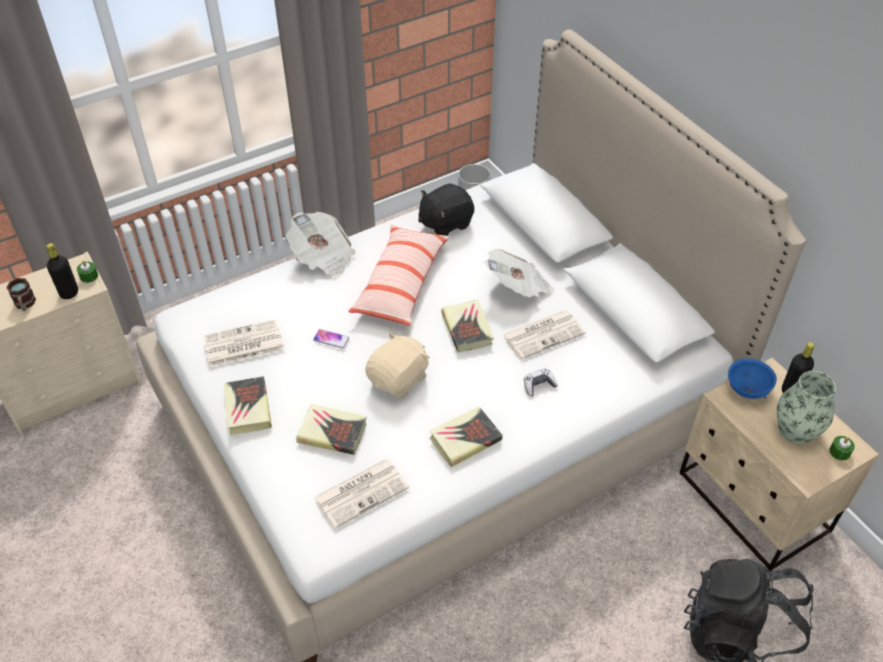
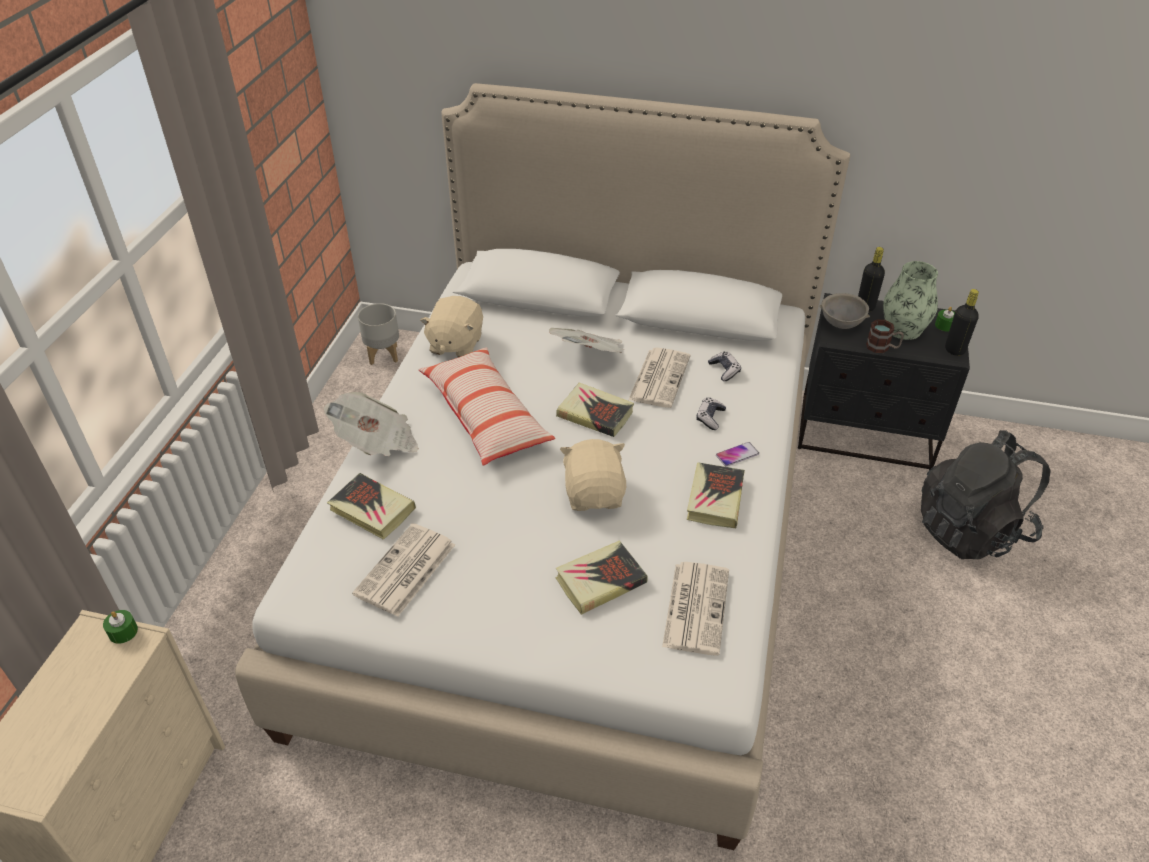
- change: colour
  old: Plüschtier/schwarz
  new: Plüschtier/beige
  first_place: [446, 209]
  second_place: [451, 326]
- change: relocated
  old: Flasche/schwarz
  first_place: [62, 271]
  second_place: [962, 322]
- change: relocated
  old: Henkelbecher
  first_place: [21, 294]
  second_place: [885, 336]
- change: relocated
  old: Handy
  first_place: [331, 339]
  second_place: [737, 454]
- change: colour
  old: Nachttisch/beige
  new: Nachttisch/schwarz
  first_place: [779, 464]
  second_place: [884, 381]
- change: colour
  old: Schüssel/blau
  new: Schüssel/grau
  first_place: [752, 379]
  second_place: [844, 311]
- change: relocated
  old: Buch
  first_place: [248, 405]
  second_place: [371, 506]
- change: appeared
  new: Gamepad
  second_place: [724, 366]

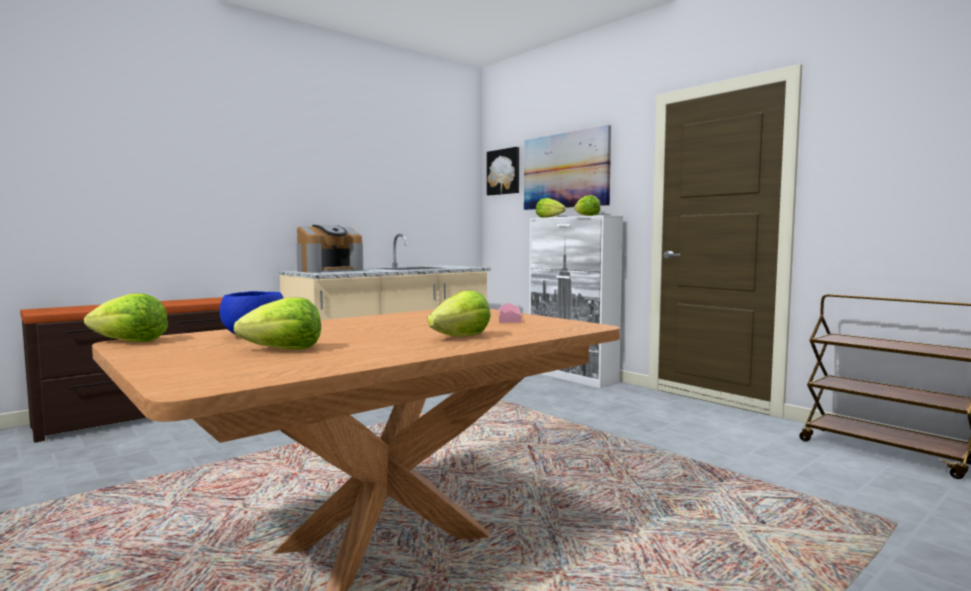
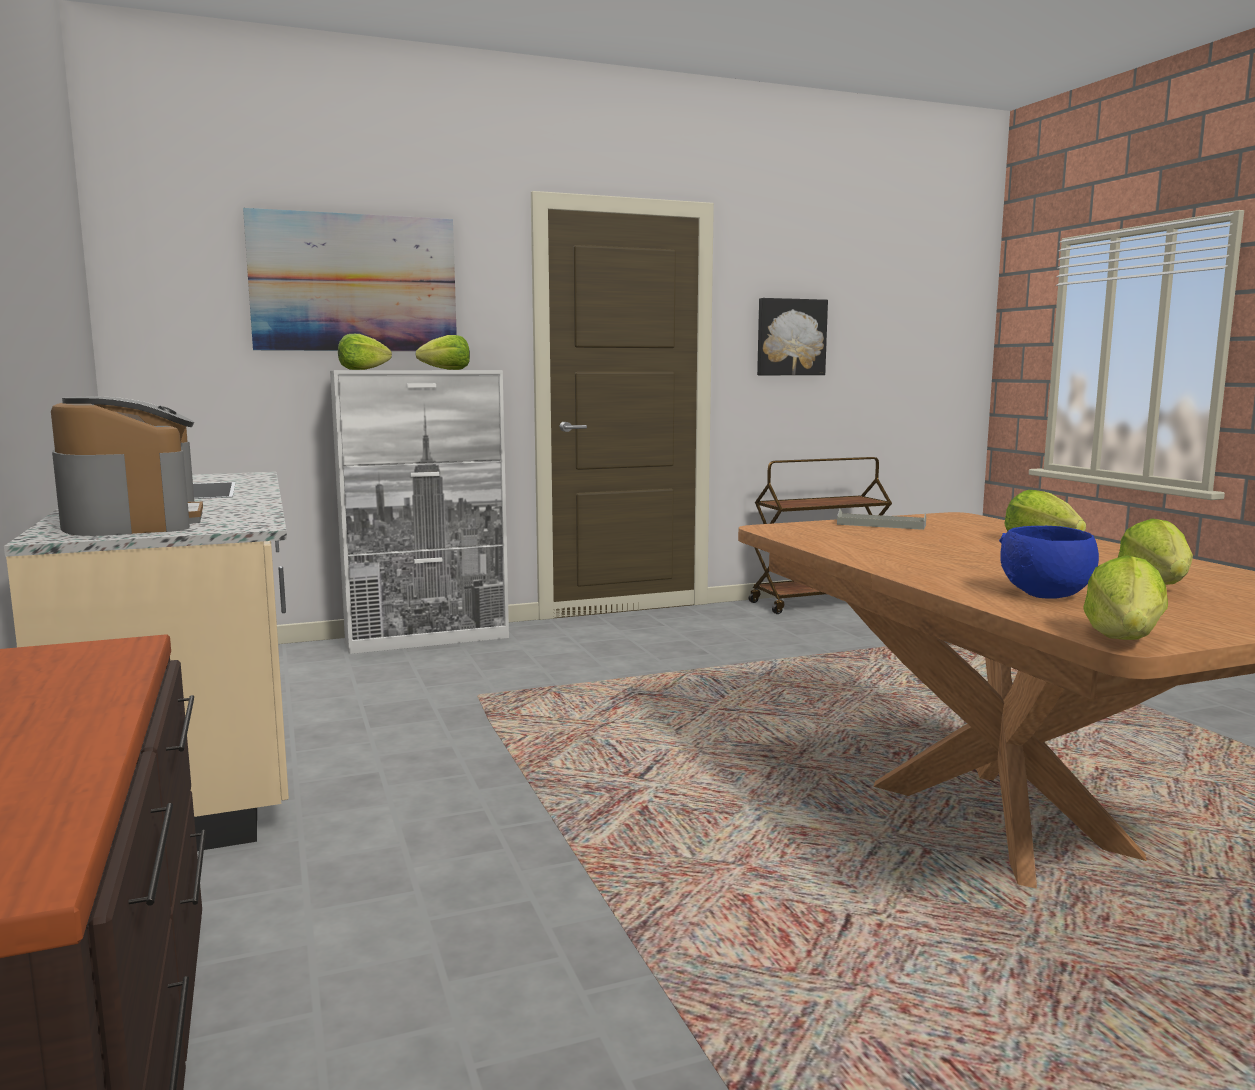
- change: relocated
  old: Bild
  first_place: [503, 171]
  second_place: [792, 336]
- change: colour
  old: Tablett/rosa
  new: Tablett/grau
  first_place: [510, 313]
  second_place: [881, 519]

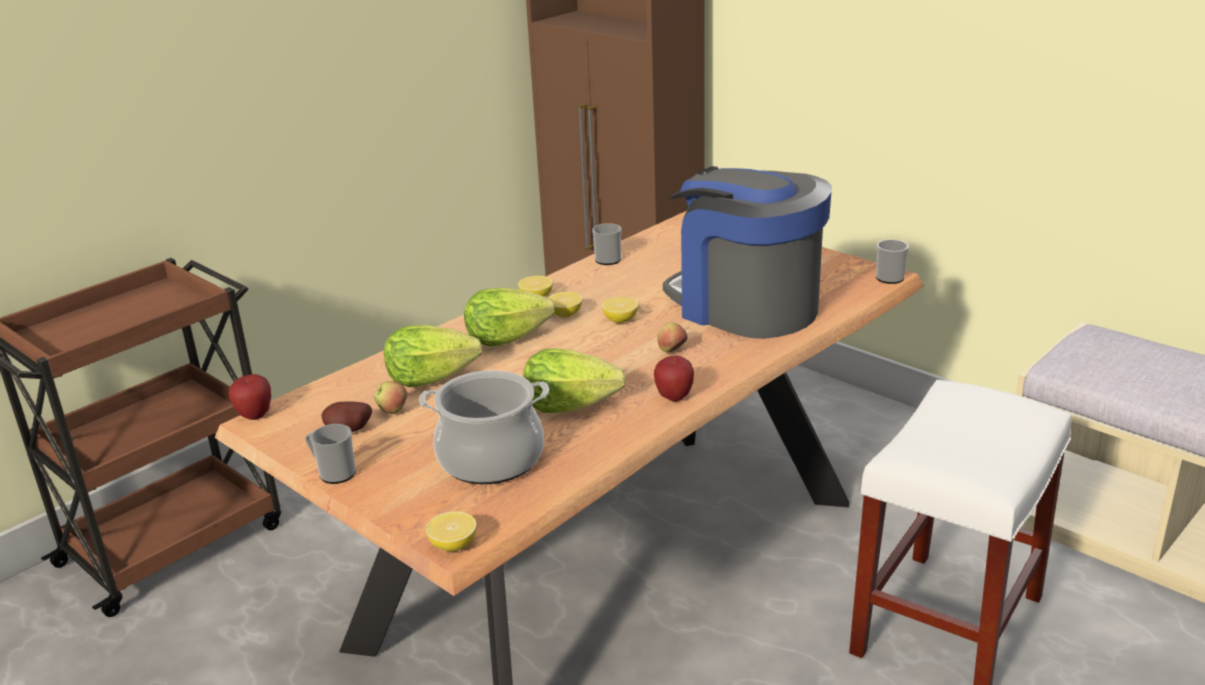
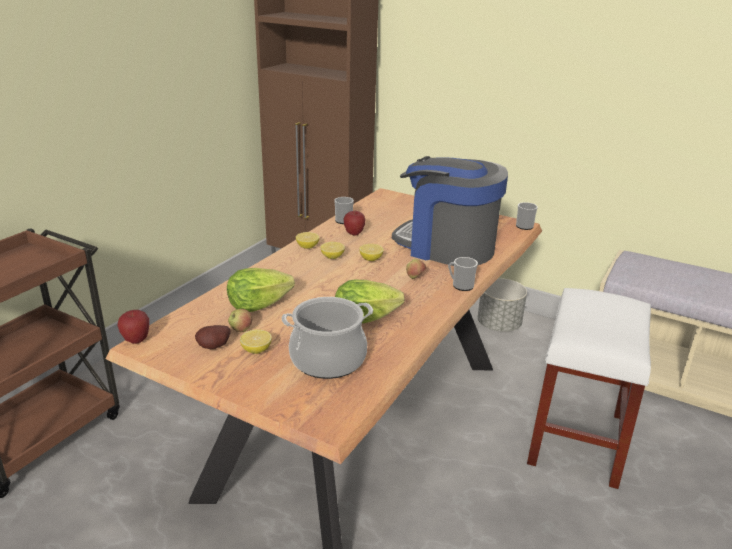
- change: missing
  old: Salatkopf
  first_place: [509, 317]
- change: relocated
  old: Apfel
  first_place: [674, 378]
  second_place: [355, 223]
- change: relocated
  old: Henkelbecher
  first_place: [330, 454]
  second_place: [463, 274]
- change: relocated
  old: Zitrone
  first_place: [451, 531]
  second_place: [256, 342]
- change: appeared
  new: Pflanzkübel/grau
  second_place: [502, 305]

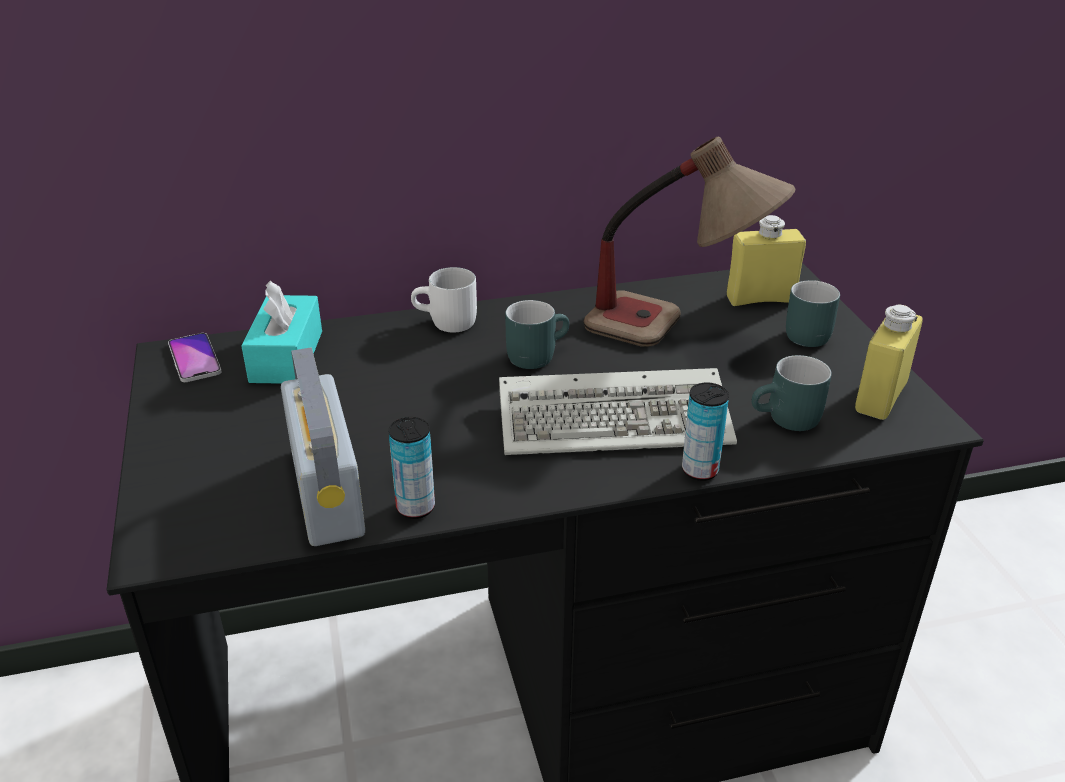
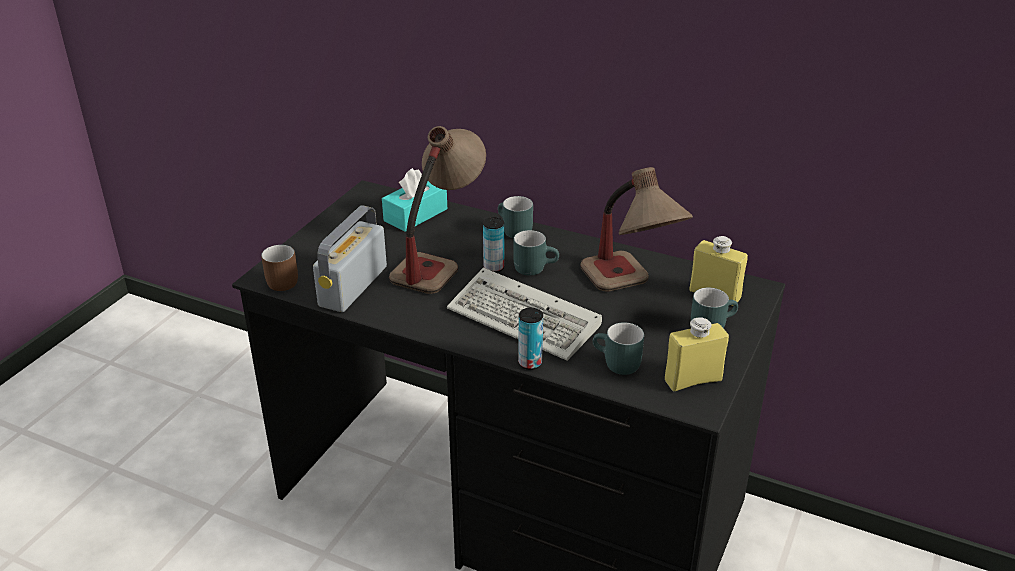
- change: colour
  old: Henkelbecher/weiß
  new: Henkelbecher/türkis
  first_place: [444, 300]
  second_place: [515, 217]
- change: missing
  old: Handy
  first_place: [195, 357]
- change: relocated
  old: Dose
  first_place: [411, 468]
  second_place: [493, 245]
- change: appeared
  new: Tischlampe
  second_place: [437, 210]
- change: appeared
  new: Henkelbecher/braun
  second_place: [279, 268]

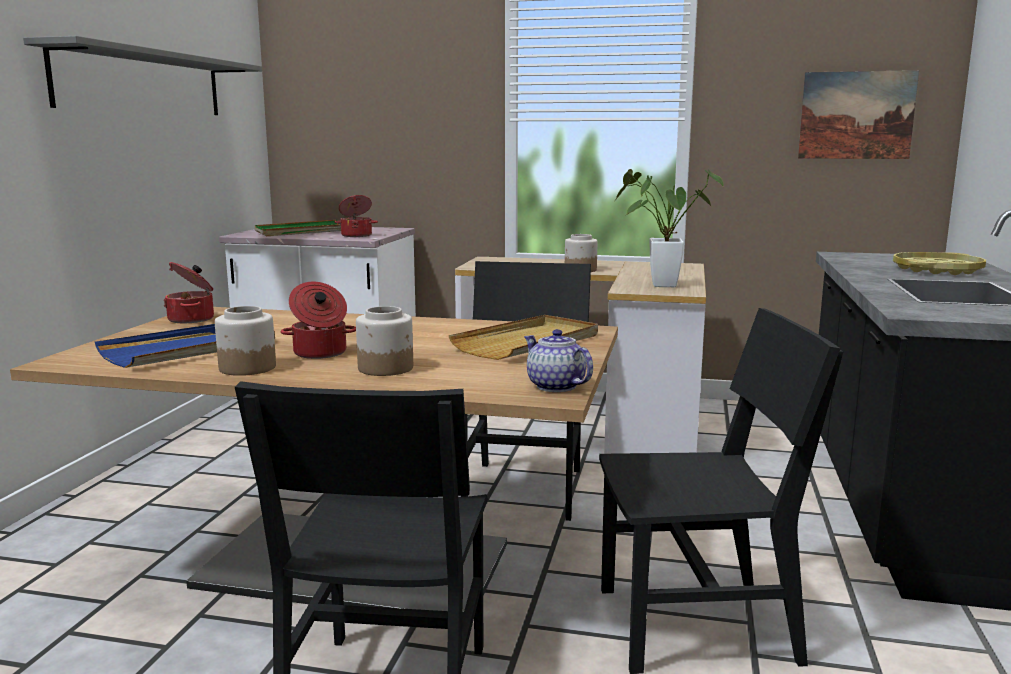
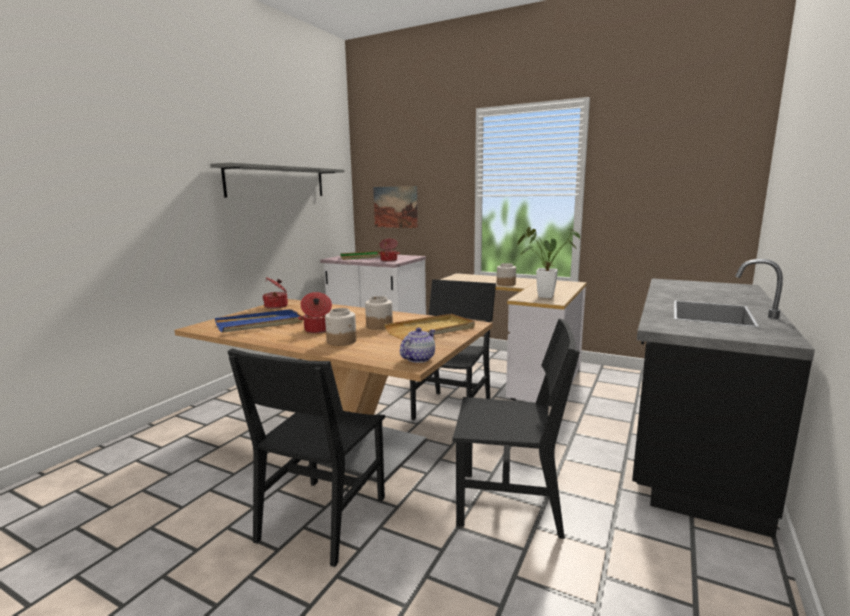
- change: relocated
  old: Bild
  first_place: [858, 114]
  second_place: [395, 207]
- change: missing
  old: Tablett/gelb
  first_place: [939, 263]
- change: relocated
  old: Vorratsglas
  first_place: [245, 341]
  second_place: [379, 313]
- change: spun
  old: Teekanne
  first_place: [558, 360]
  second_place: [417, 345]
  degrees: 60

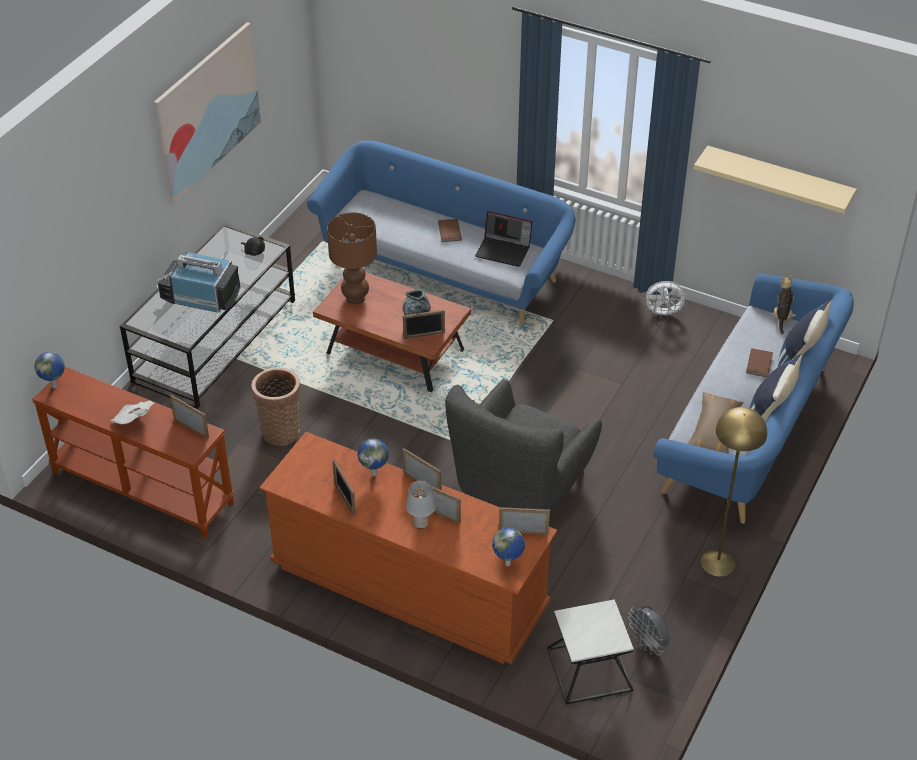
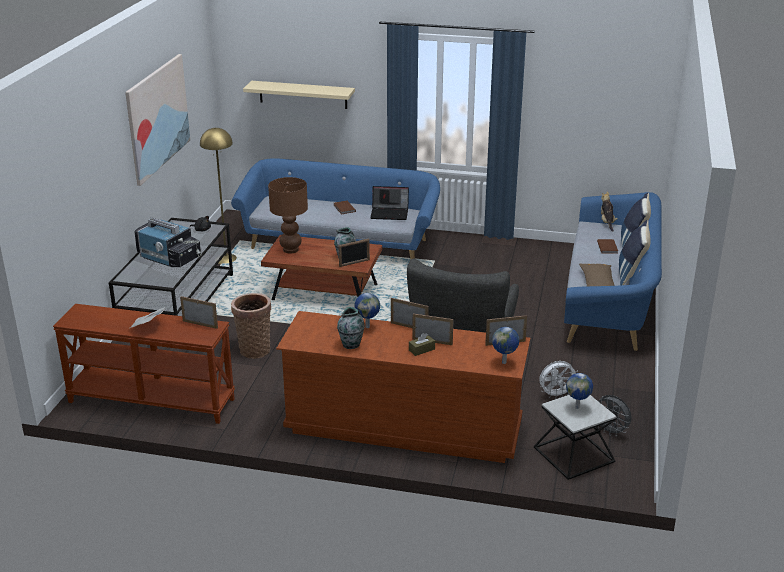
- change: relocated
  old: Wandregal/beige
  first_place: [775, 180]
  second_place: [299, 95]
- change: spun
  old: Fernseher
  first_place: [198, 282]
  second_place: [168, 242]
  degrees: -150
- change: relocated
  old: Ventilator/weiß
  first_place: [666, 299]
  second_place: [558, 380]
- change: relocated
  old: Globus
  first_place: [49, 370]
  second_place: [579, 391]
- change: relocated
  old: Stehlampe/gelb
  first_place: [734, 492]
  second_place: [218, 196]
- change: exchanged
  old: Bilderrahmen
  new: Vase
  first_place: [344, 487]
  second_place: [351, 328]
- change: exchanged
  old: Tischlampe/grau
  new: Taschentuchbox/braun
  first_place: [421, 505]
  second_place: [422, 344]

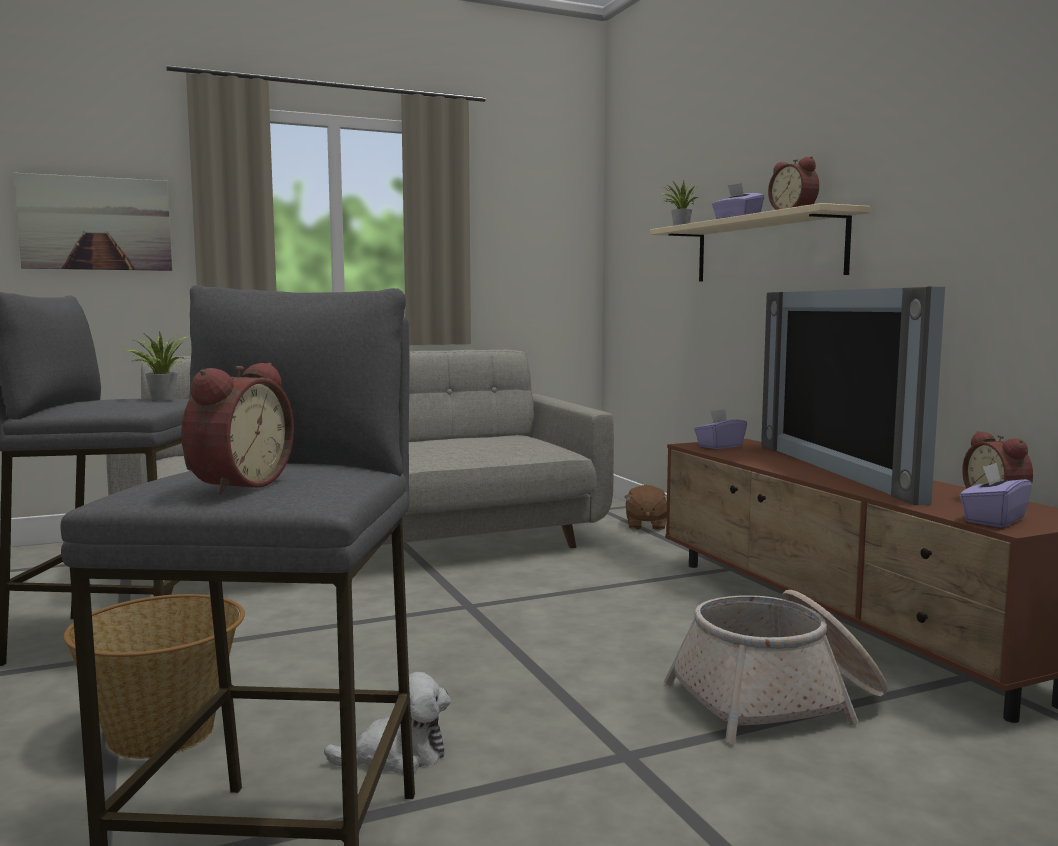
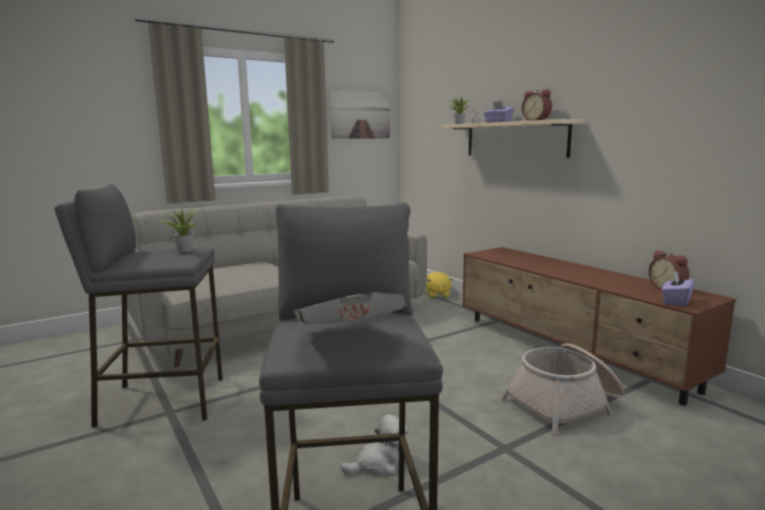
- change: relocated
  old: Bild
  first_place: [93, 222]
  second_place: [360, 114]
- change: missing
  old: Fernseher
  first_place: [853, 396]
- change: exchanged
  old: Wecker
  new: Zeitung
  first_place: [237, 429]
  second_place: [350, 308]
- change: missing
  old: Taschentuchbox/lila
  first_place: [720, 429]
- change: colour
  old: Plüschtier/braun
  new: Plüschtier/gelb
  first_place: [645, 507]
  second_place: [439, 285]
- change: missing
  old: Korb
  first_place: [154, 676]

